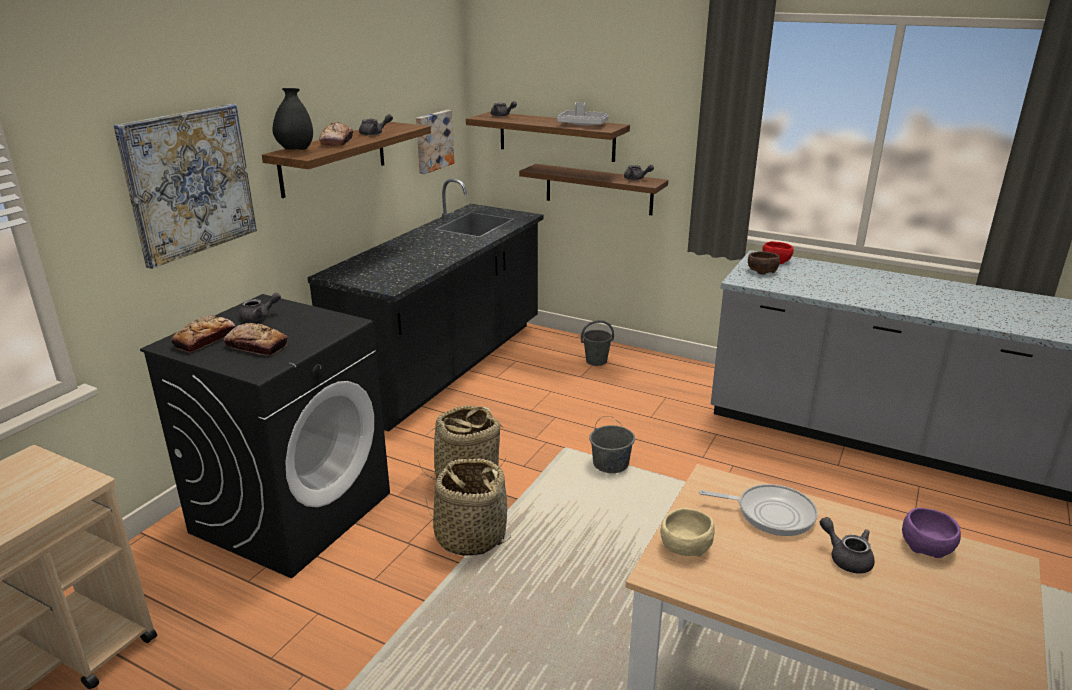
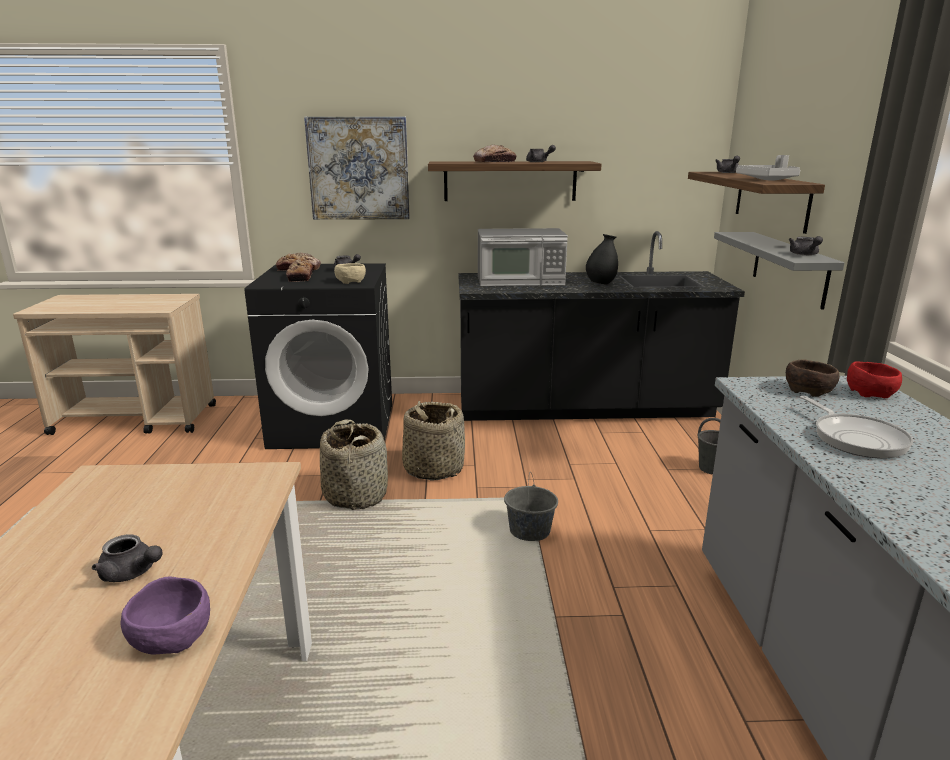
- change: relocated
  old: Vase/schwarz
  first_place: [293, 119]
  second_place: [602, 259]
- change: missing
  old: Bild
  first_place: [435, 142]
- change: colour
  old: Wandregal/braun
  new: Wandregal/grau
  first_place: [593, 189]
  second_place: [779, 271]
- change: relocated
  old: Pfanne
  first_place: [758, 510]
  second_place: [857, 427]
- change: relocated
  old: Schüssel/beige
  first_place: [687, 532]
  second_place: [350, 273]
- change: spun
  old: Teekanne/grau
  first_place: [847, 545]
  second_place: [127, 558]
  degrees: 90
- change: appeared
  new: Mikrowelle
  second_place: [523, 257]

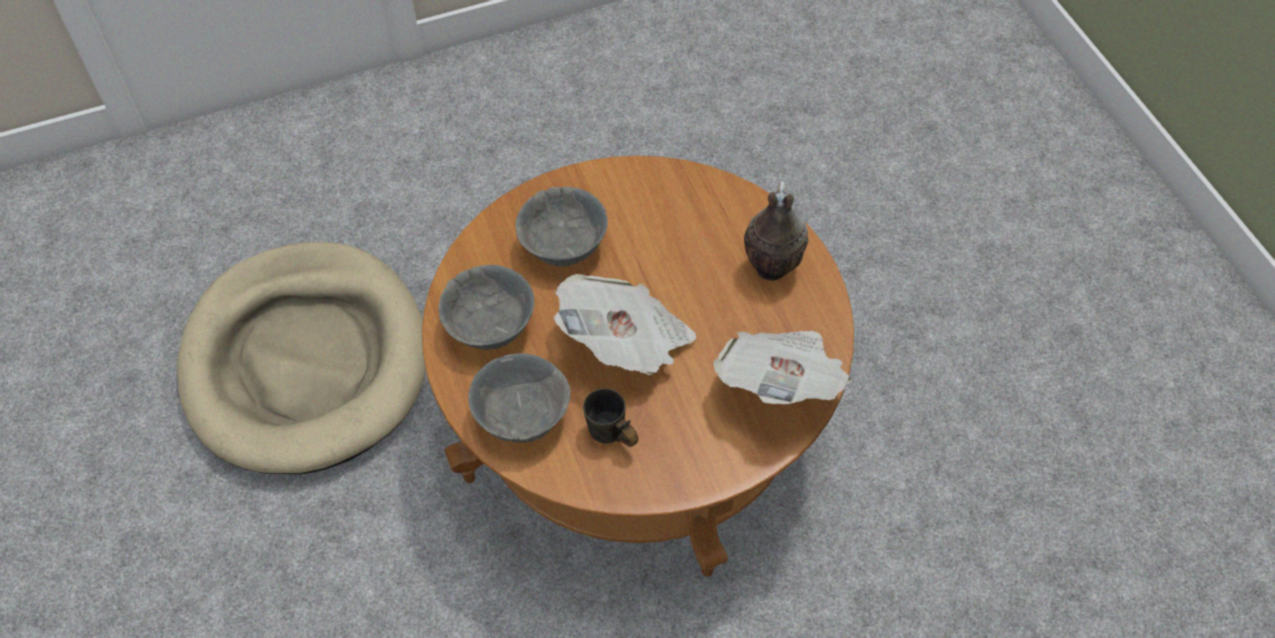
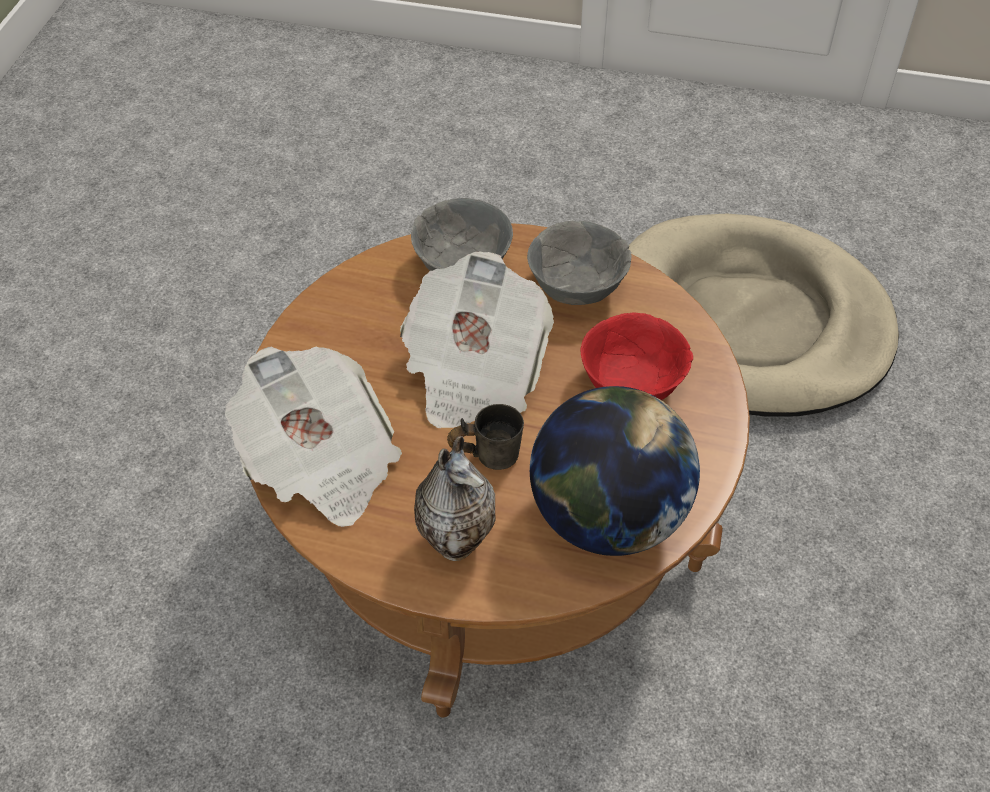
- change: colour
  old: Schüssel/grau
  new: Schüssel/rot
  first_place: [561, 227]
  second_place: [637, 356]
- change: relocated
  old: Henkelbecher/grau
  first_place: [611, 417]
  second_place: [485, 437]
- change: appeared
  new: Globus
  second_place: [615, 471]

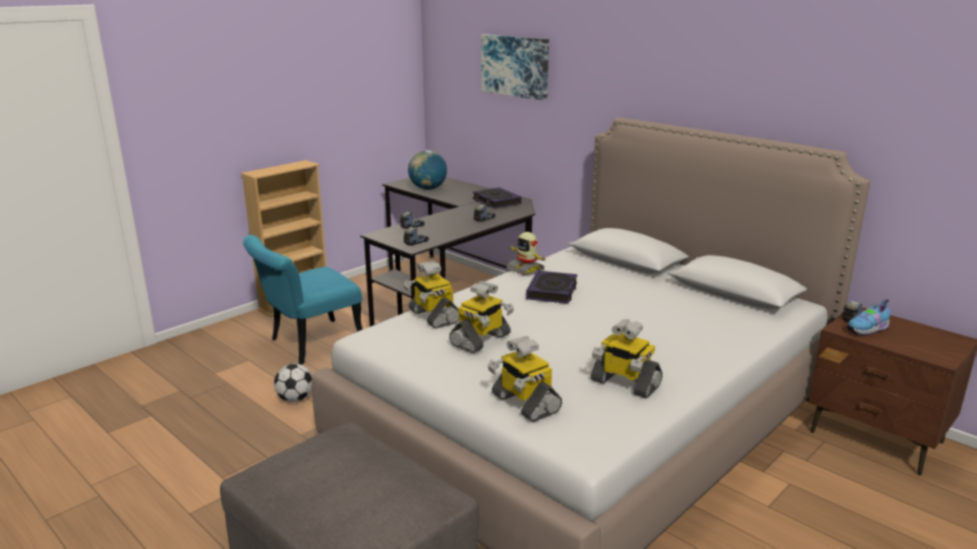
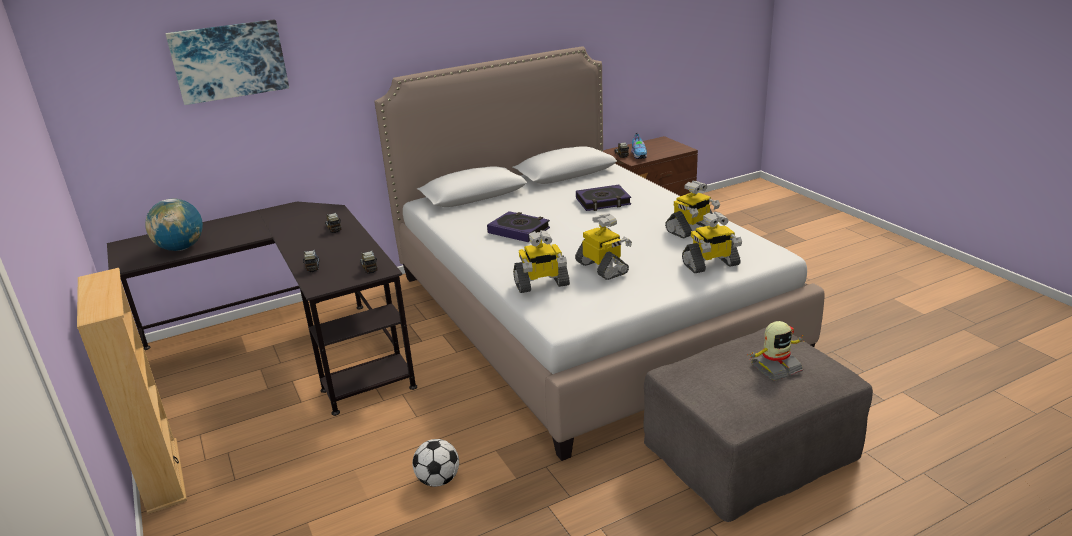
- change: relocated
  old: Buch
  first_place: [497, 198]
  second_place: [603, 198]
- change: relocated
  old: Spielzeugroboter
  first_place: [526, 254]
  second_place: [776, 351]
- change: missing
  old: Stuhl/türkis
  first_place: [303, 300]

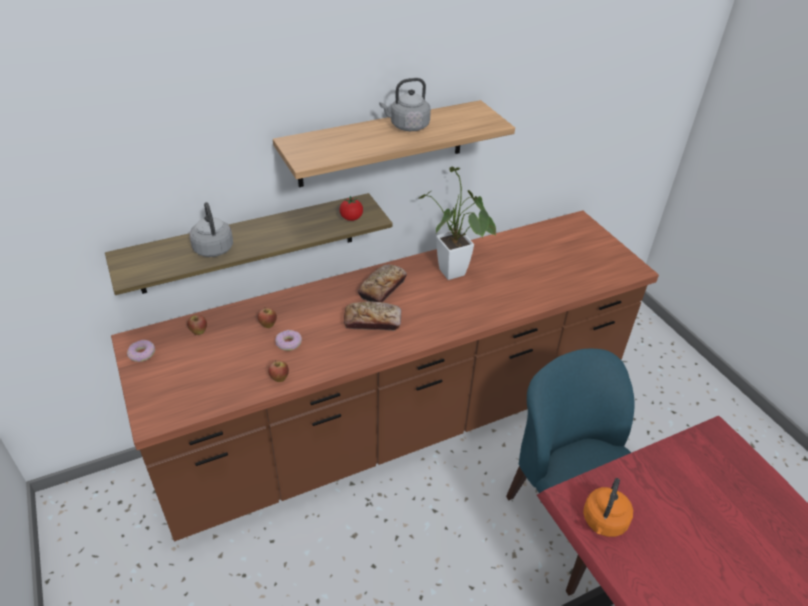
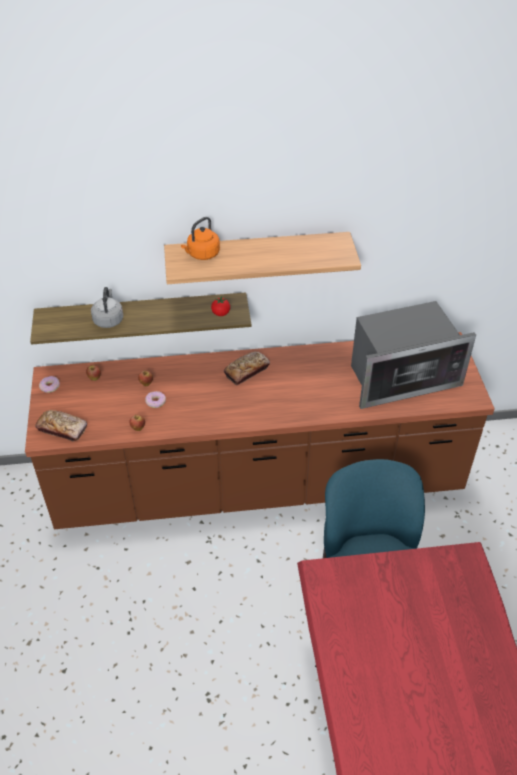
- change: missing
  old: Wasserkessel/grau
  first_place: [405, 104]
- change: missing
  old: Topfpflanze
  first_place: [457, 223]
- change: relocated
  old: Brot
  first_place: [372, 316]
  second_place: [61, 425]
- change: relocated
  old: Wasserkessel/orange
  first_place: [608, 507]
  second_place: [200, 238]
- change: appeared
  new: Mikrowelle
  second_place: [413, 355]

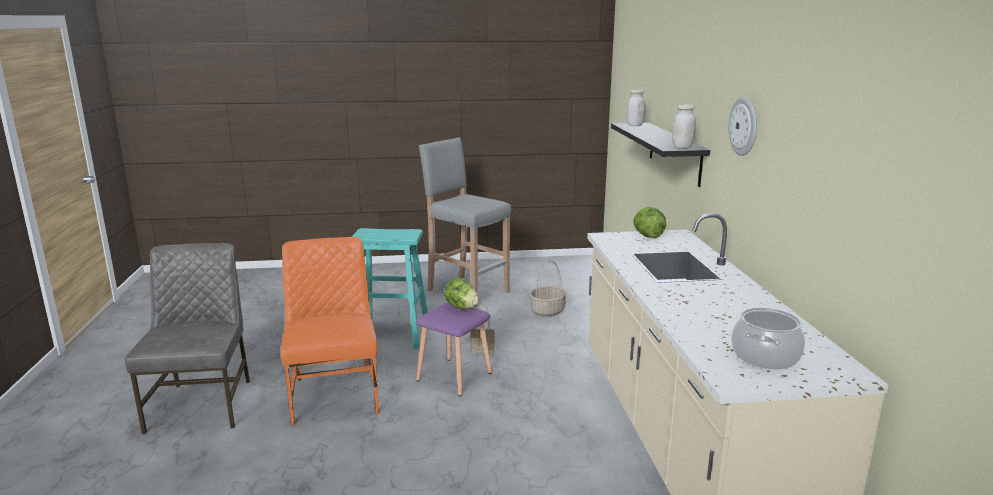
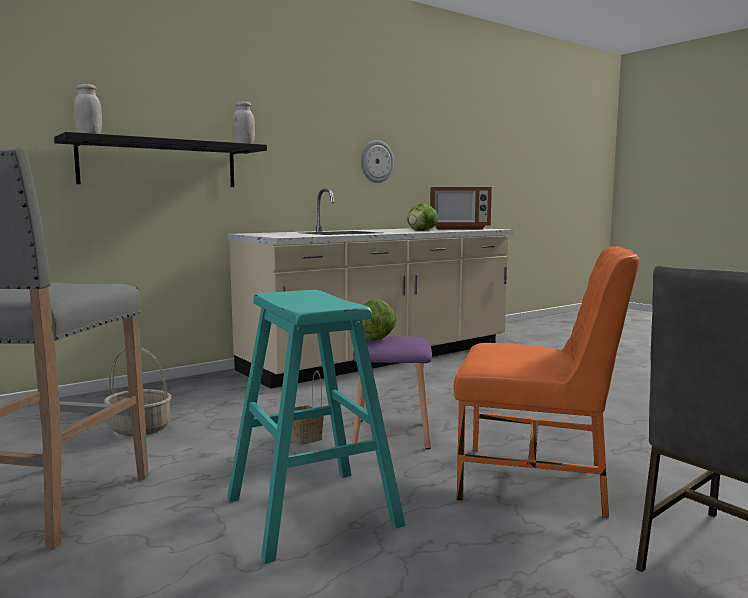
- change: relocated
  old: Wanduhr
  first_place: [742, 126]
  second_place: [377, 161]
- change: relocated
  old: Salatkopf
  first_place: [649, 222]
  second_place: [422, 217]
- change: spun
  old: Stuhl/orange
  first_place: [330, 331]
  second_place: [546, 382]
  degrees: -120
- change: exchanged
  old: Kochtopf
  new: Mikrowelle
  first_place: [768, 338]
  second_place: [461, 208]

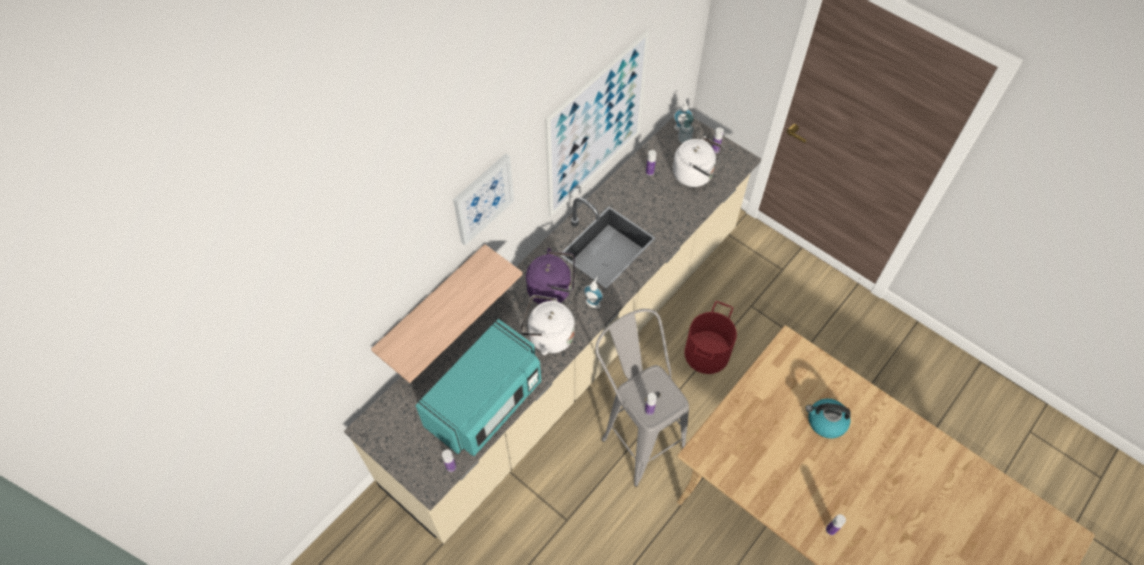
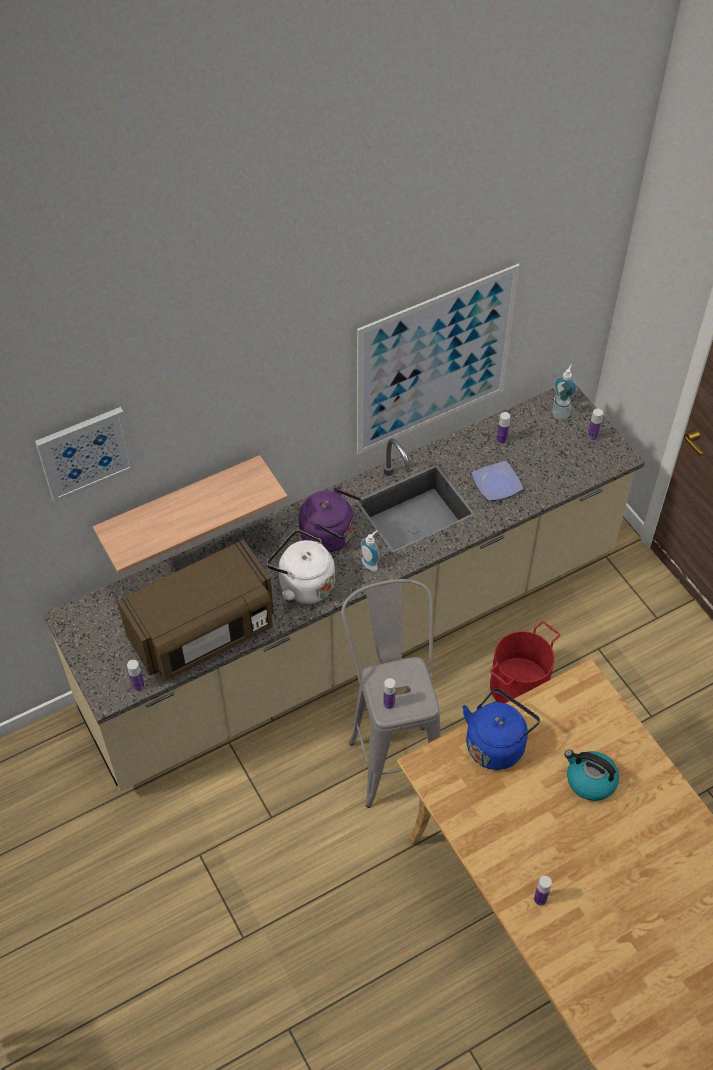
- change: missing
  old: Wasserkessel/weiß
  first_place: [698, 161]
- change: relocated
  old: Bild
  first_place: [483, 200]
  second_place: [85, 455]
- change: colour
  old: Mikrowelle/türkis
  new: Mikrowelle/braun
  first_place: [478, 387]
  second_place: [195, 610]
- change: appeared
  new: Teller
  second_place: [497, 481]
- change: appeared
  new: Wasserkessel/blau
  second_place: [501, 729]

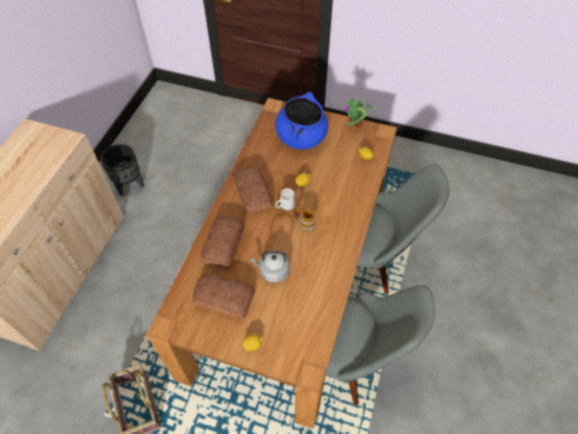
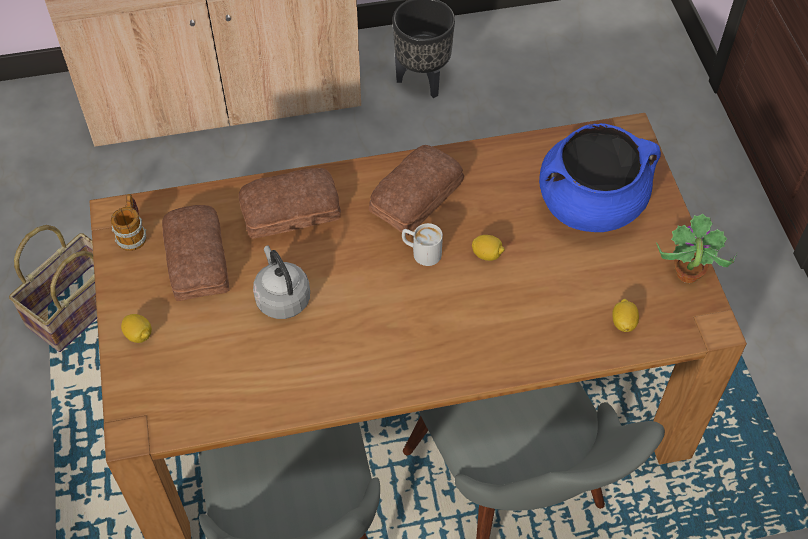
- change: relocated
  old: Henkelbecher
  first_place: [305, 218]
  second_place: [128, 222]

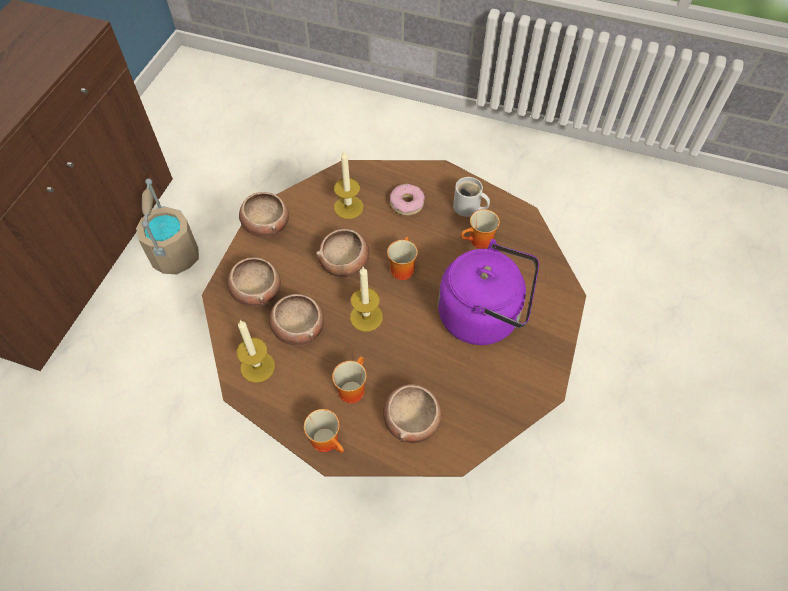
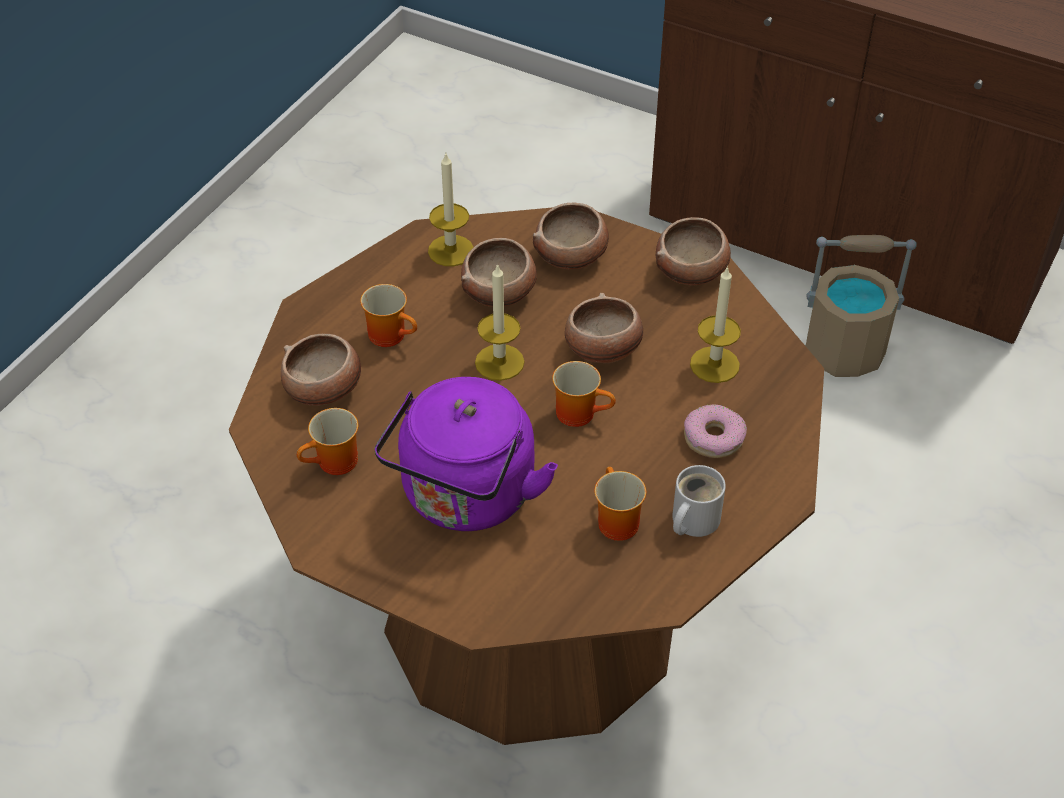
- change: relocated
  old: Henkelbecher
  first_place: [324, 431]
  second_place: [327, 441]

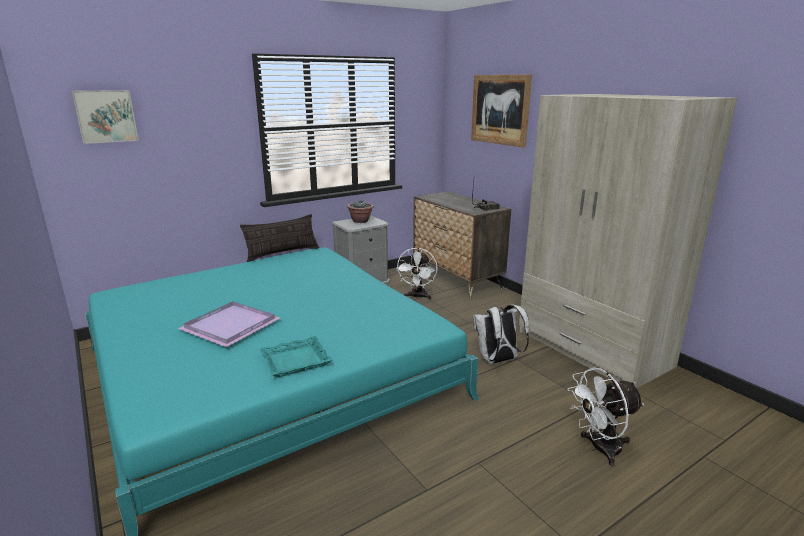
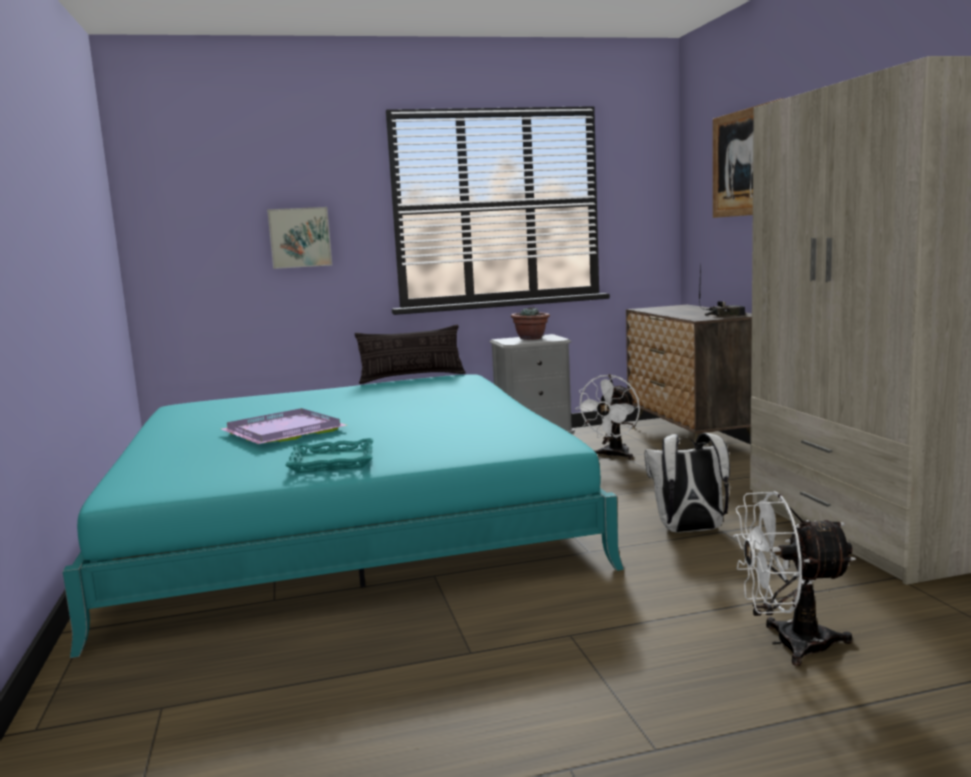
- change: relocated
  old: Bild
  first_place: [105, 117]
  second_place: [299, 238]

